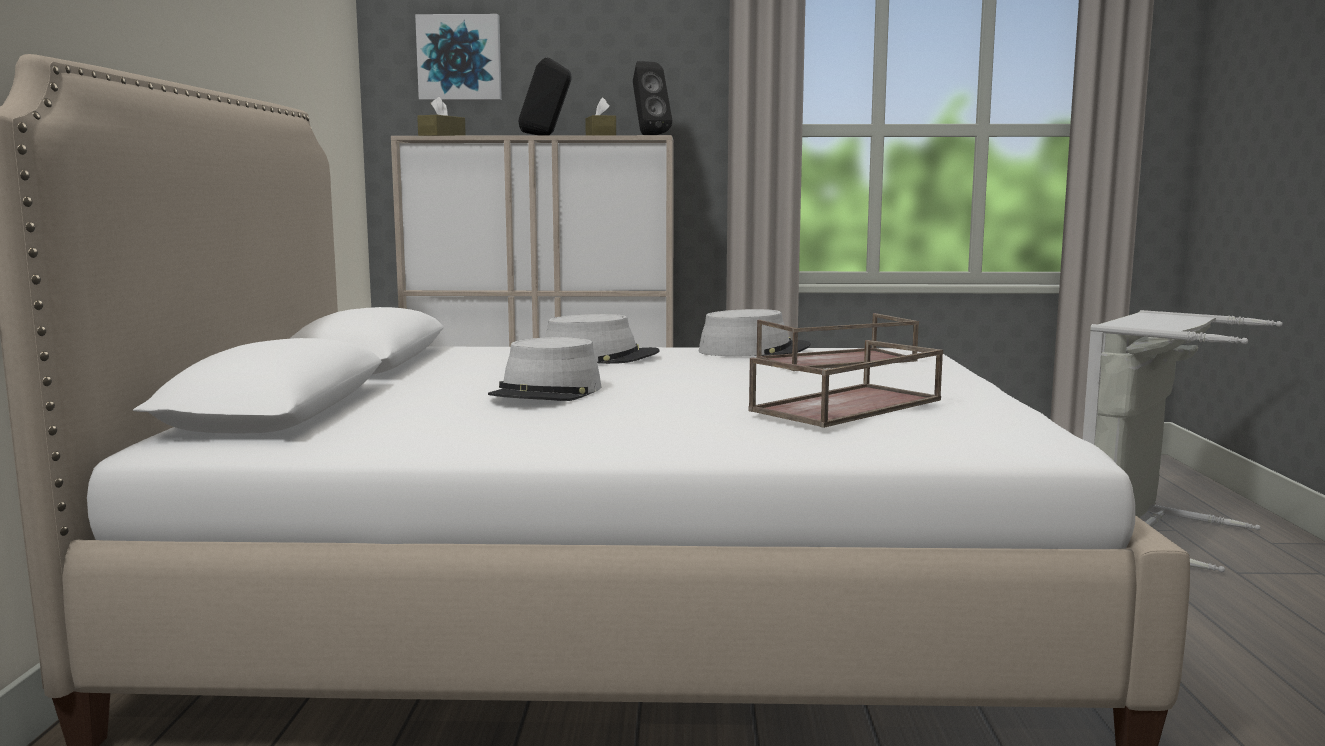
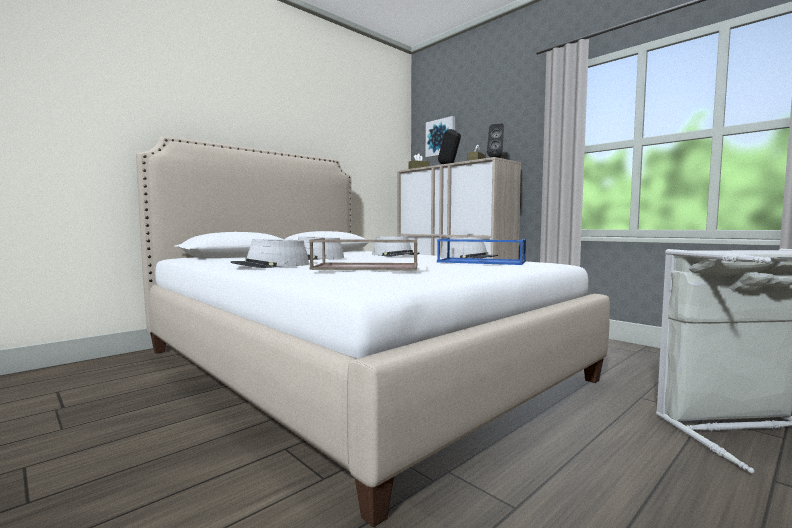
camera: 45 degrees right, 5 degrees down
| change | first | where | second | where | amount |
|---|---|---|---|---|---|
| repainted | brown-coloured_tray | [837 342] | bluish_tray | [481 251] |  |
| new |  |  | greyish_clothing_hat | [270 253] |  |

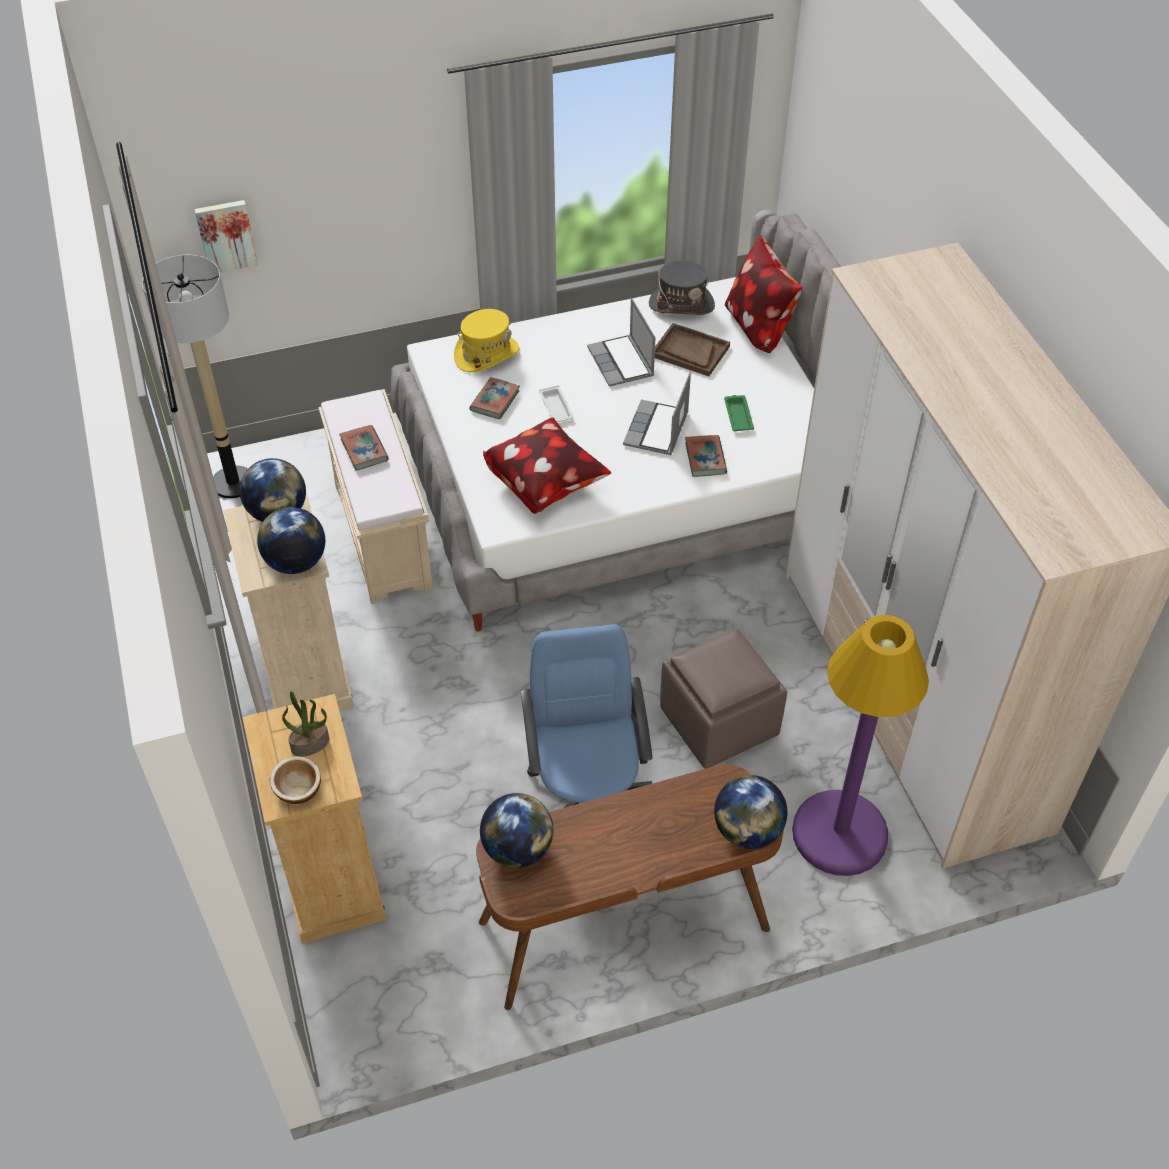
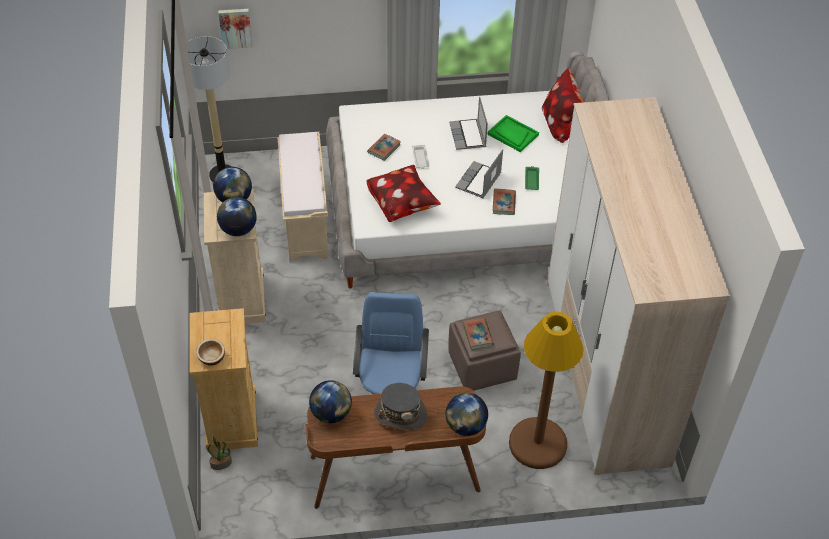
camera: 10 degrees right, 0 degrees up
| change | first | where | second | where | amount |
|---|---|---|---|---|---|
| shifted | plant_in_a_pot | [305 724] |  | [220 453] |  |
| shifted | bound_book | [364 447] |  | [478 334] |  |
| gone | yellowish_clothing_hat | [486 340] |  |  |  |
| shifted | greyish_clothing_hat | [682 288] |  | [400 406] |  |
| repainted | brown-coloured_tray | [692 349] | green-coloured_tray | [513 133] |  |
| repainted | purplish_standard_lamp | [860 745] | brown-coloured_standard_lamp | [546 390] |  |

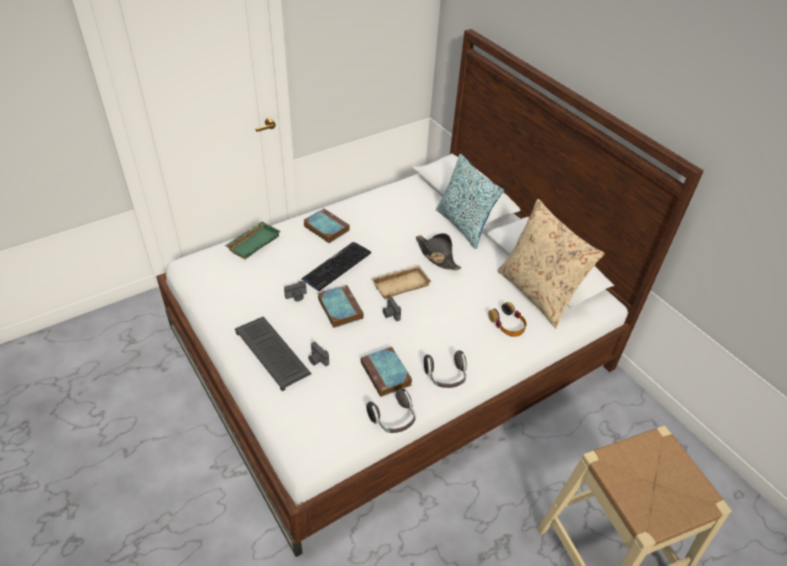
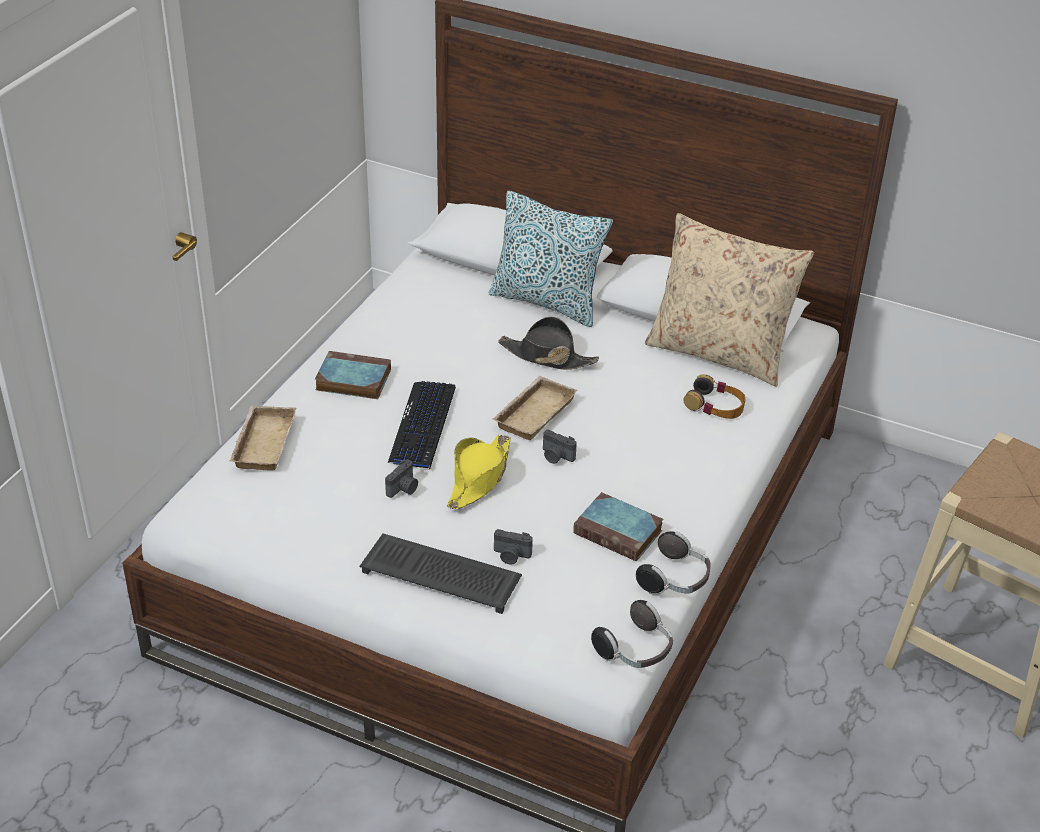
camera: 30 degrees left, 5 degrees down
| change | first | where | second | where | amount |
|---|---|---|---|---|---|
| repainted | green-coloured_tray | [253 240] | beige-coloured_tray | [262 438] |  |
| swapped | bound_book | [341 306] | yellowish_clothing_hat | [479 472] |  |
| shifted | headset | [445 369] |  | [632 634] |  |

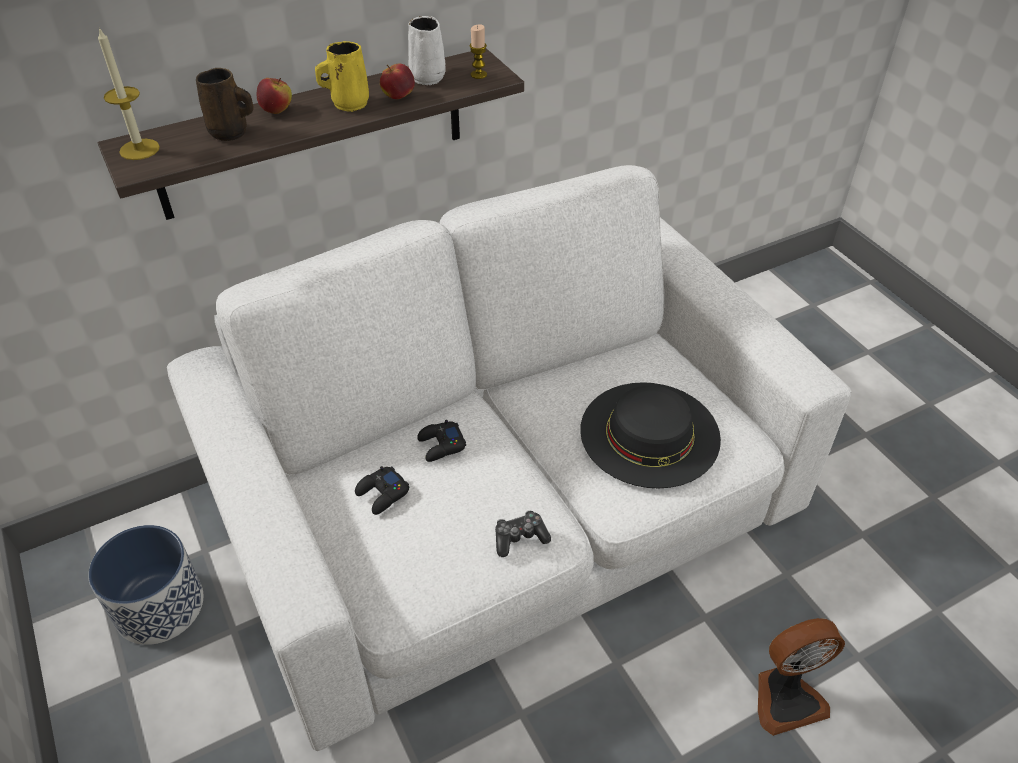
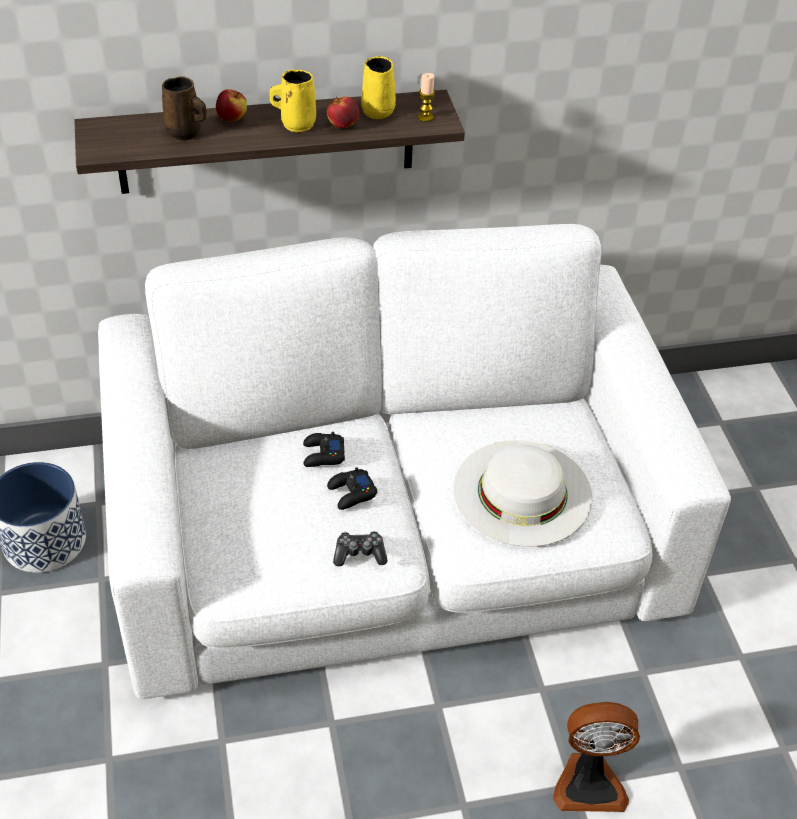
camera: 15 degrees right, 0 degrees up
| change | first | where | second | where | amount |
|---|---|---|---|---|---|
| gone | wax_candle | [129 94] |  |  |  |
| shifted | black_joypad | [382 490] |  | [352 488] |  |
| repainted | white-coloured_tea_mug | [427 50] | yellowish_tea_mug | [378 87] |  |
| repainted | black_clothing_hat | [650 435] | white-coloured_clothing_hat | [522 493] |  |

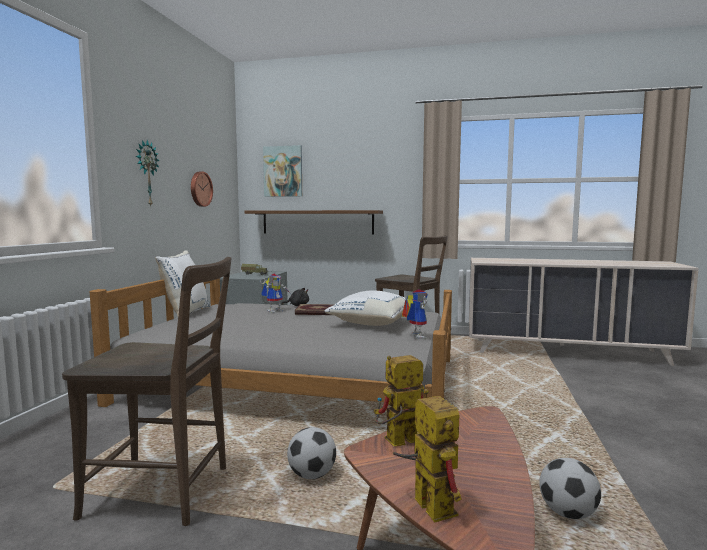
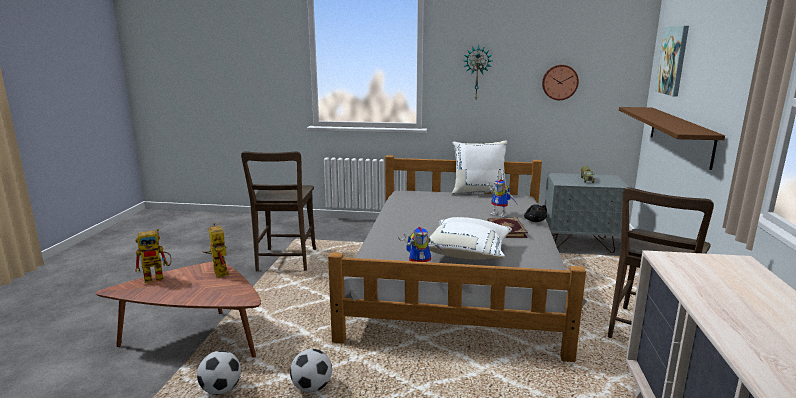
camera: 85 degrees right, 10 degrees up
| change | first | where | second | where | amount |
|---|---|---|---|---|---|
| shifted | football | [311 453] |  | [311 371] |  |

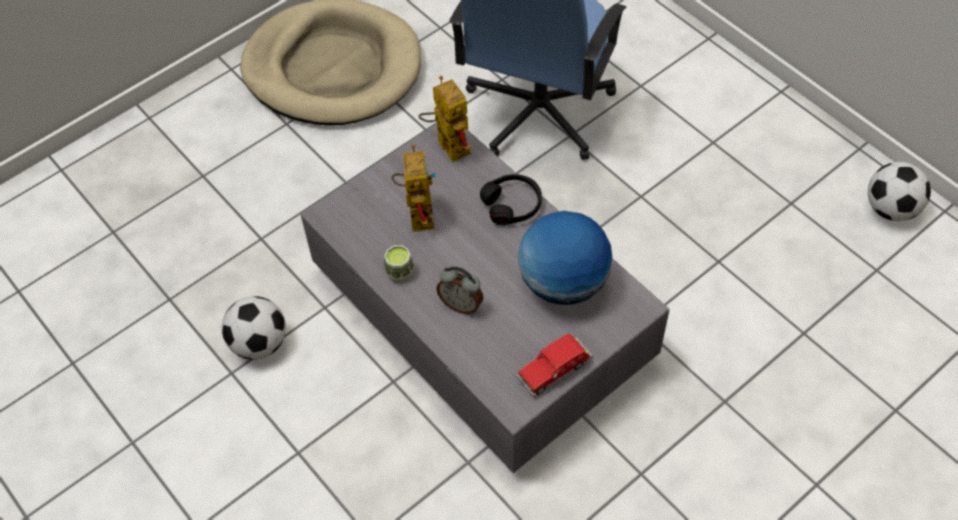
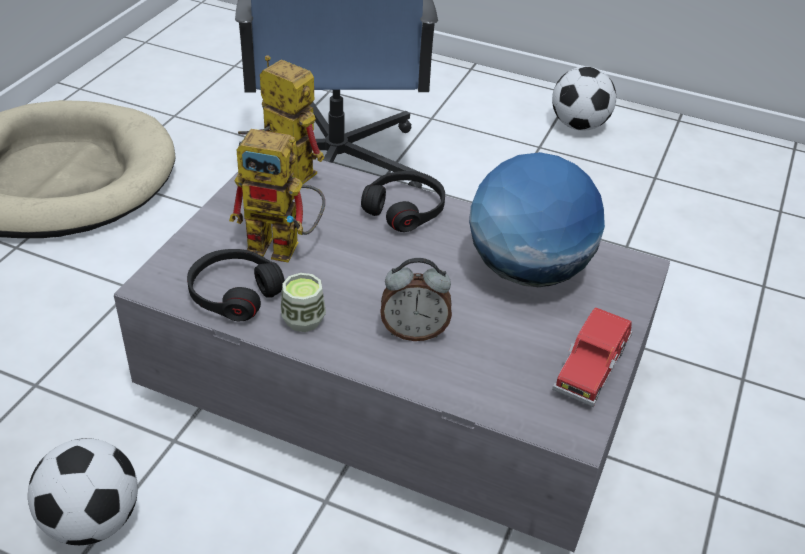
camera: 30 degrees left, 15 degrees down
| change | first | where | second | where | amount |
|---|---|---|---|---|---|
| rotated | toy_robot | [414 188] |  | [277 196] | 135 degrees clockwise |
| shifted | football | [899 191] |  | [584 98] |  |
| new |  |  | black_headset | [236 285] |  |

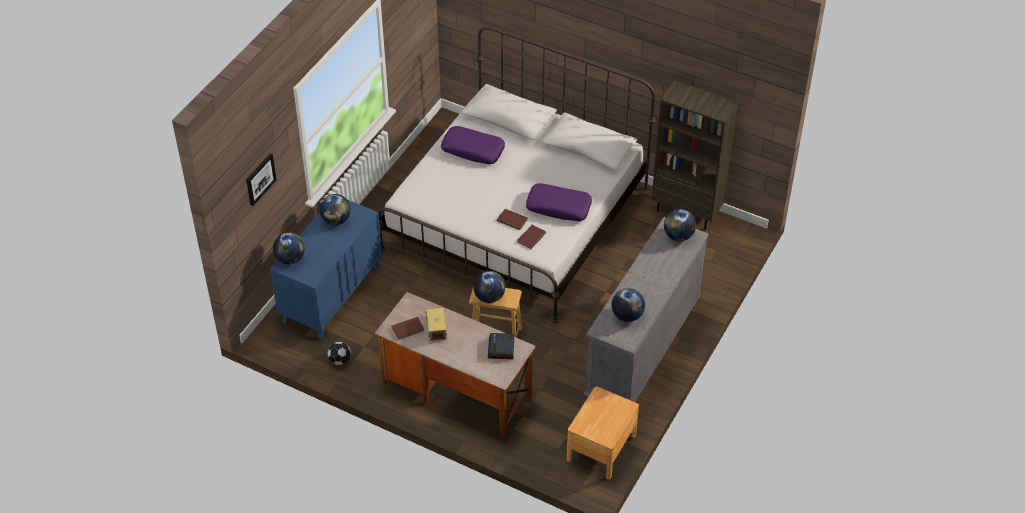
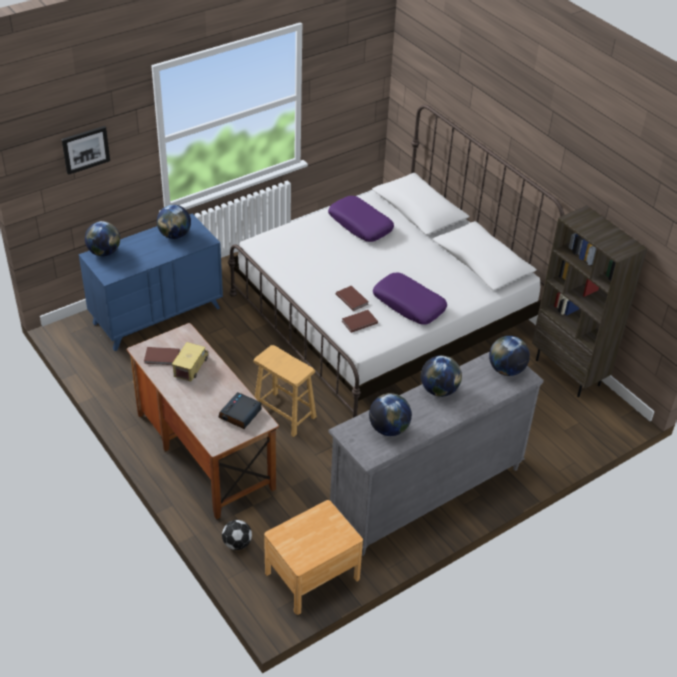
camera: 25 degrees right, 5 degrees down
| change | first | where | second | where | amount |
|---|---|---|---|---|---|
| shifted | football | [339 353] |  | [237 535] |  |
| shifted | globe | [489 287] |  | [441 376] |  |

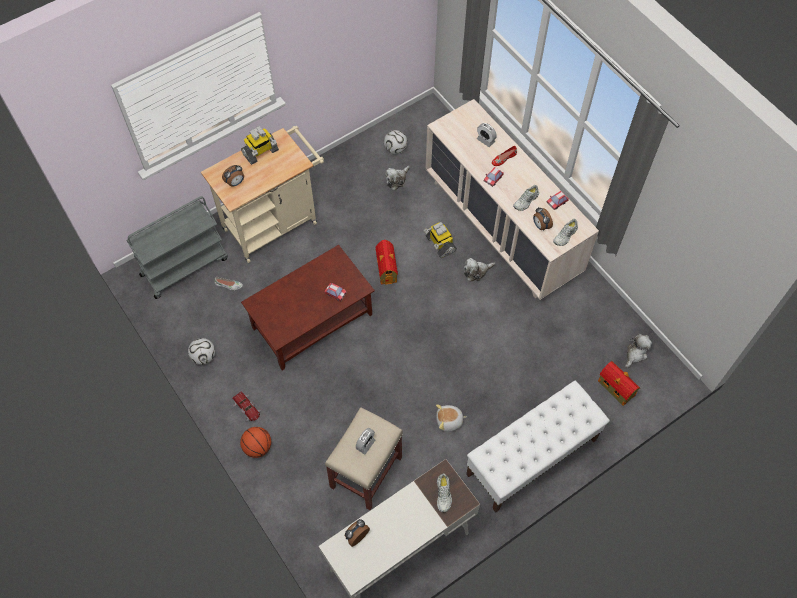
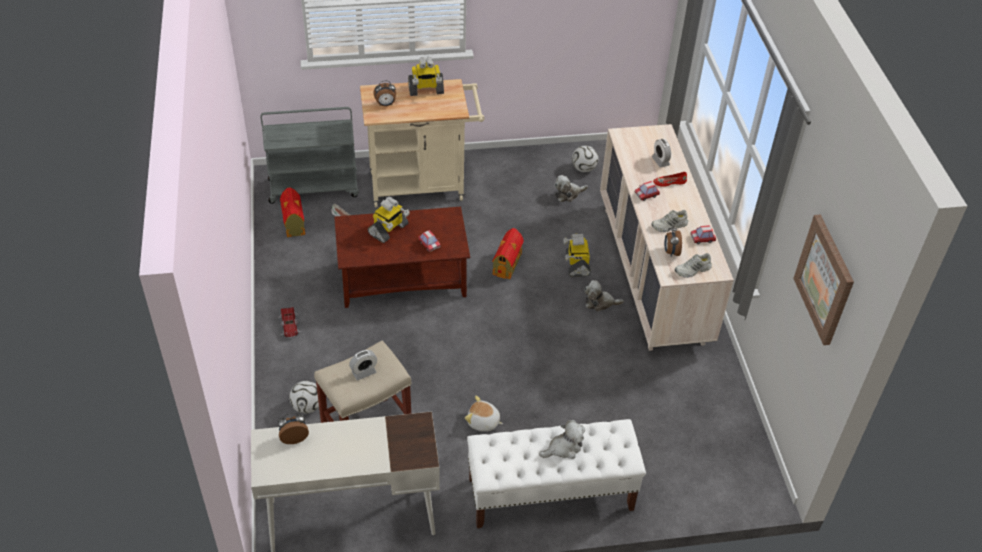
camera: 25 degrees right, 15 degrees down
| change | first | where | second | where | amount |
|---|---|---|---|---|---|
| shifted | football | [201 351] |  | [304 397] |  |
| gone | basketball_ball | [255 442] |  |  |  |
| gone | white-coloured_shoe | [444 493] |  |  |  |
| shifted | toy_house | [619 383] |  | [292 212] |  |
| shifted | cuddly_toy | [638 351] |  | [562 439] |  |
| new |  |  | toy_robot | [389 219] |  |
| new |  |  | picture | [823 280] |  |

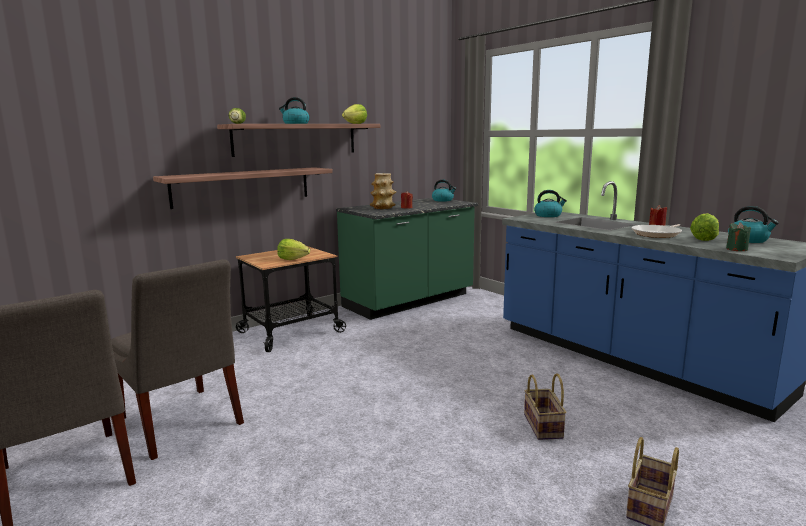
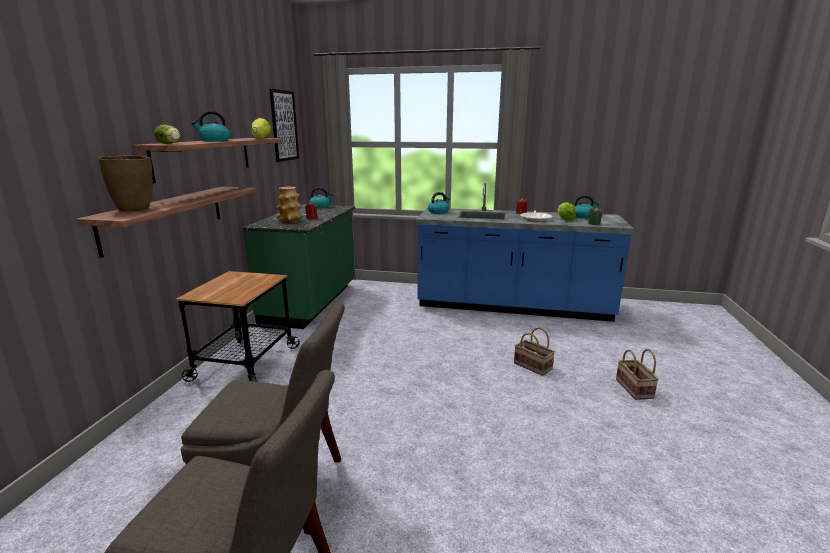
camera: 40 degrees left, 5 degrees up
| change | first | where | second | where | amount |
|---|---|---|---|---|---|
| gone | lettuce | [293 249] |  |  |  |
| new |  |  | brown-coloured_flower_vase | [125 183] |  |
| new |  |  | picture | [284 125] |  |

